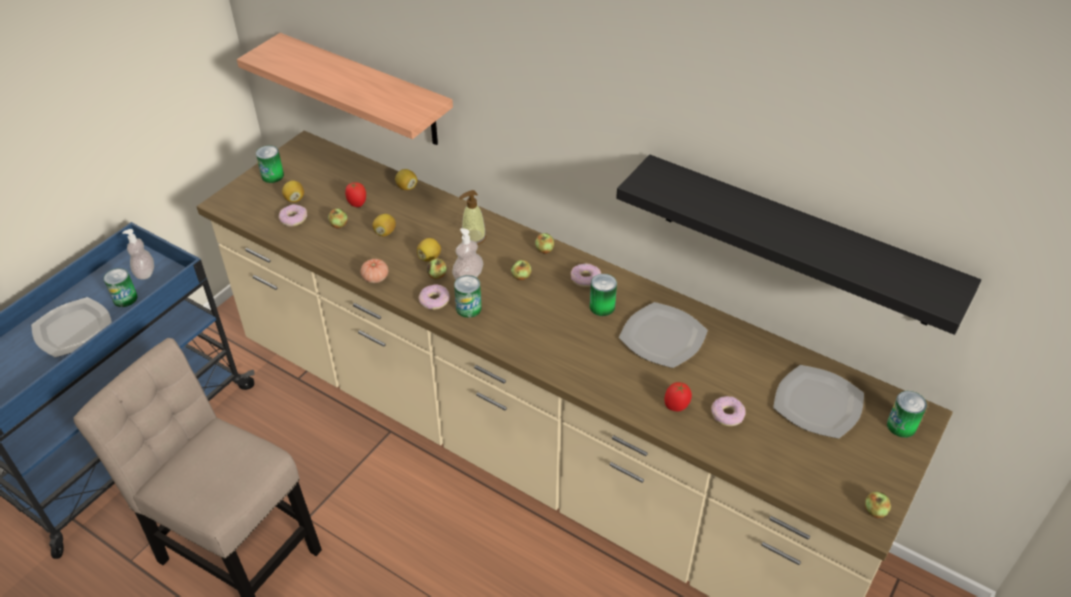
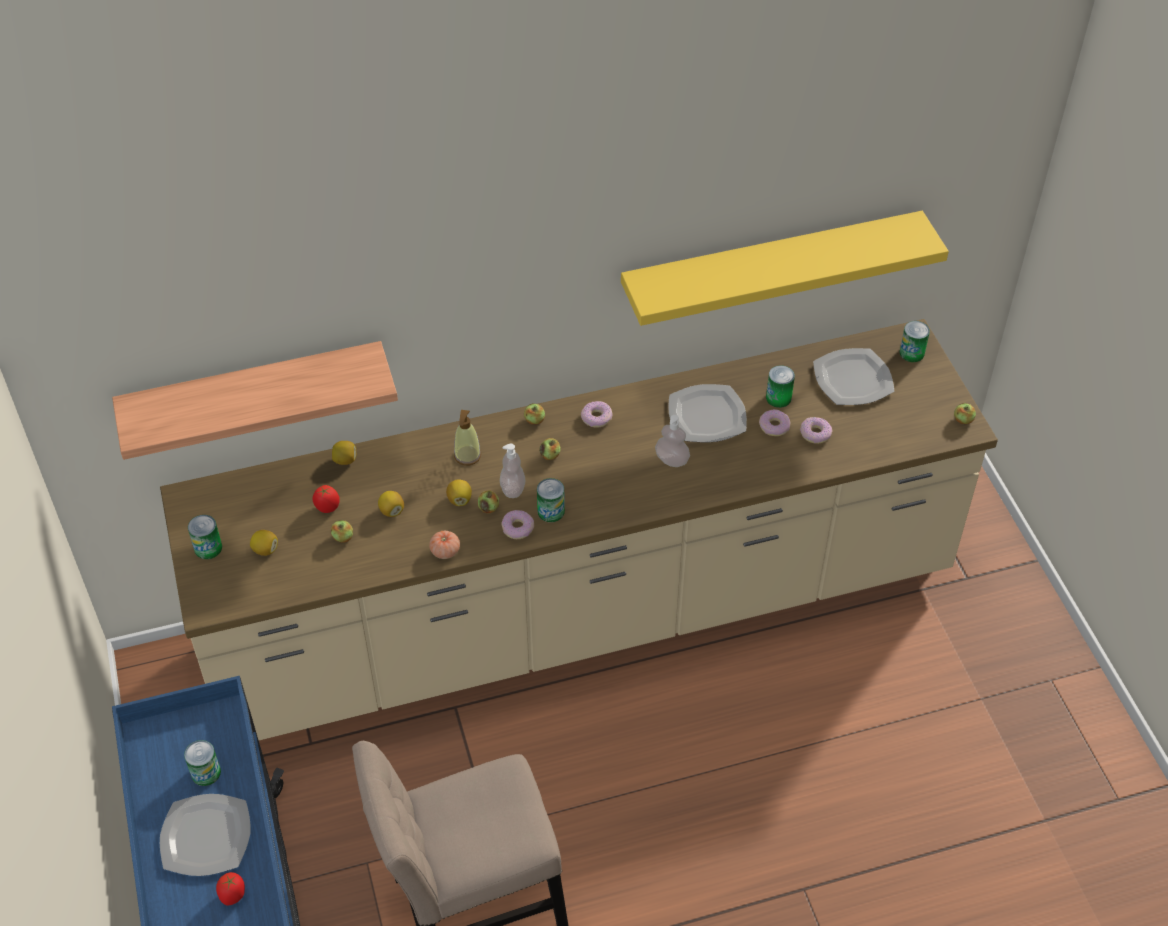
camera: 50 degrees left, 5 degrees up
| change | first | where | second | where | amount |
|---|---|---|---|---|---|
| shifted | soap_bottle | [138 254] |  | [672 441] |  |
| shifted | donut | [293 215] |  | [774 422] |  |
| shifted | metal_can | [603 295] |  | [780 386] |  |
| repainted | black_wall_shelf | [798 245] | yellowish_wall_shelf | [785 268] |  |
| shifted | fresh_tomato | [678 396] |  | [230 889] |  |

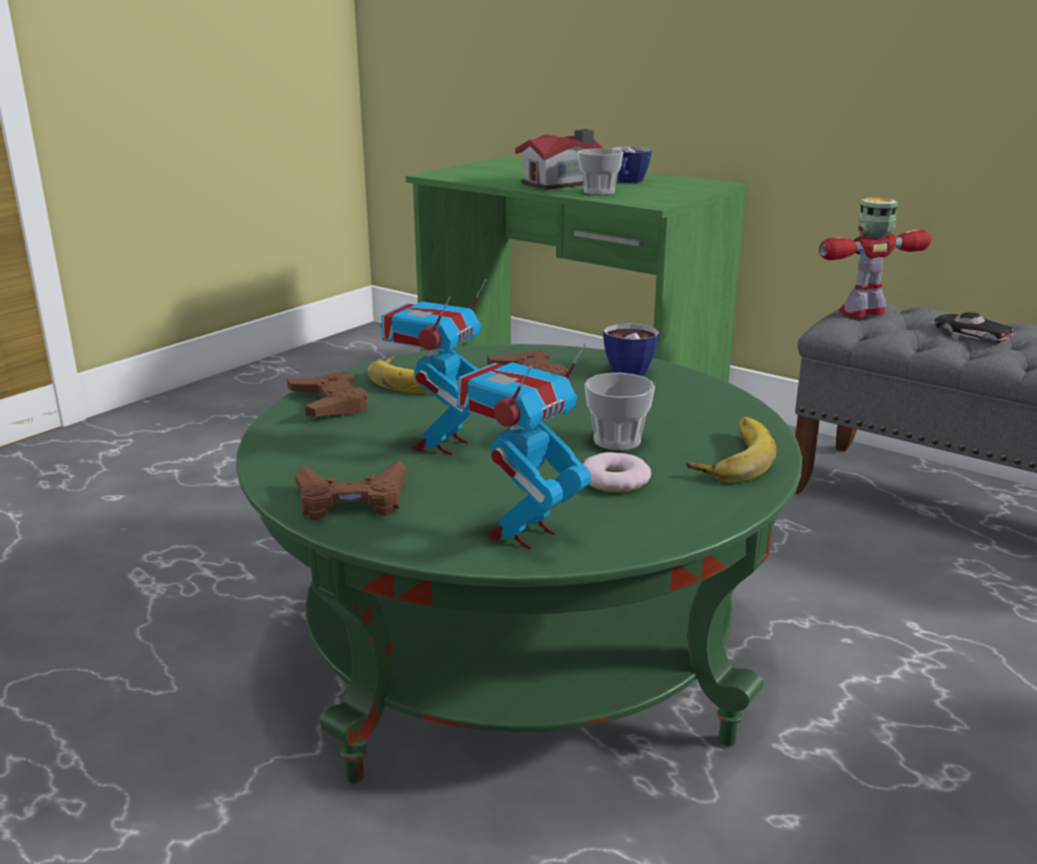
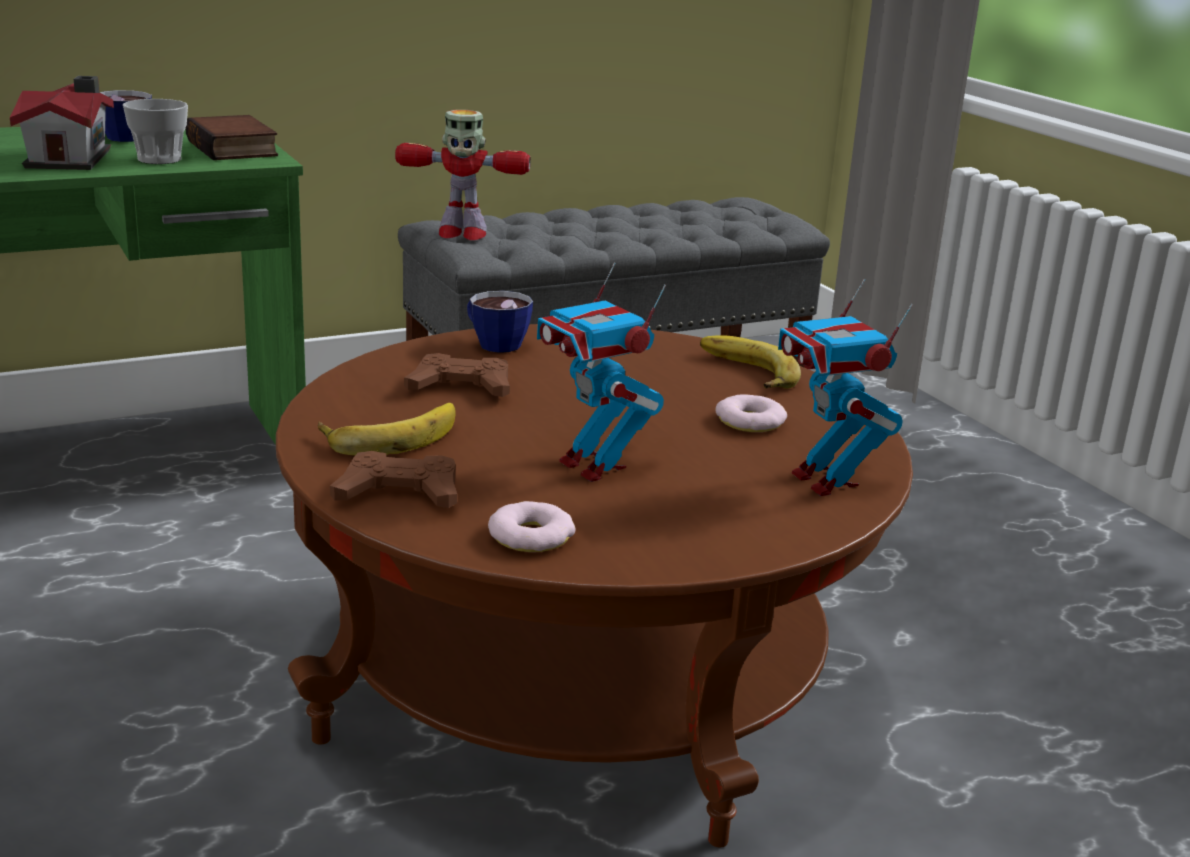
camera: 65 degrees left, 0 degrees up
| change | first | where | second | where | amount |
|---|---|---|---|---|---|
| repainted | green-coloured_coffee_table | [519 563] | brown-coloured_coffee_table | [594 586] |  |
| gone | brown-coloured_joypad | [351 490] |  |  |  |
| gone | cup | [620 412] |  |  |  |
| rotated | toy_robot | [875 257] |  | [463 175] | 90 degrees counterclockwise |
| gone | black_toy_car | [974 327] |  |  |  |
| new |  |  | bound_book | [231 137] |  |
| new |  |  | donut | [532 526] |  |

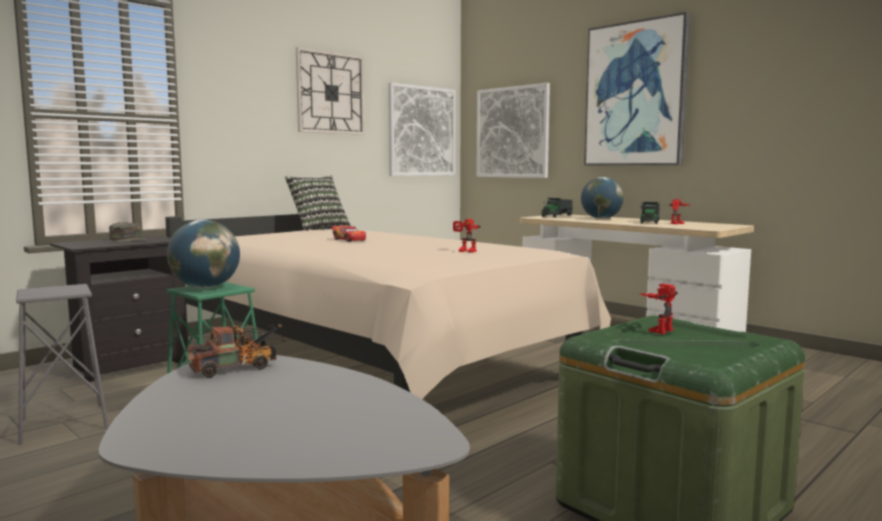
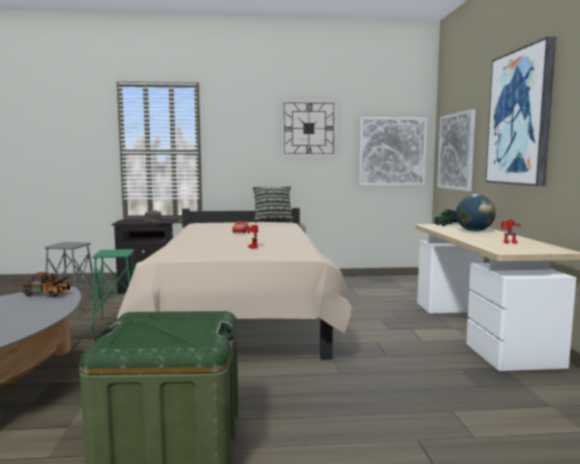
camera: 40 degrees right, 0 degrees up
| change | first | where | second | where | amount |
|---|---|---|---|---|---|
| gone | globe | [203 254] |  |  |  |
| gone | toy_truck | [650 213] |  |  |  |
| gone | toy_robot | [659 309] |  |  |  |

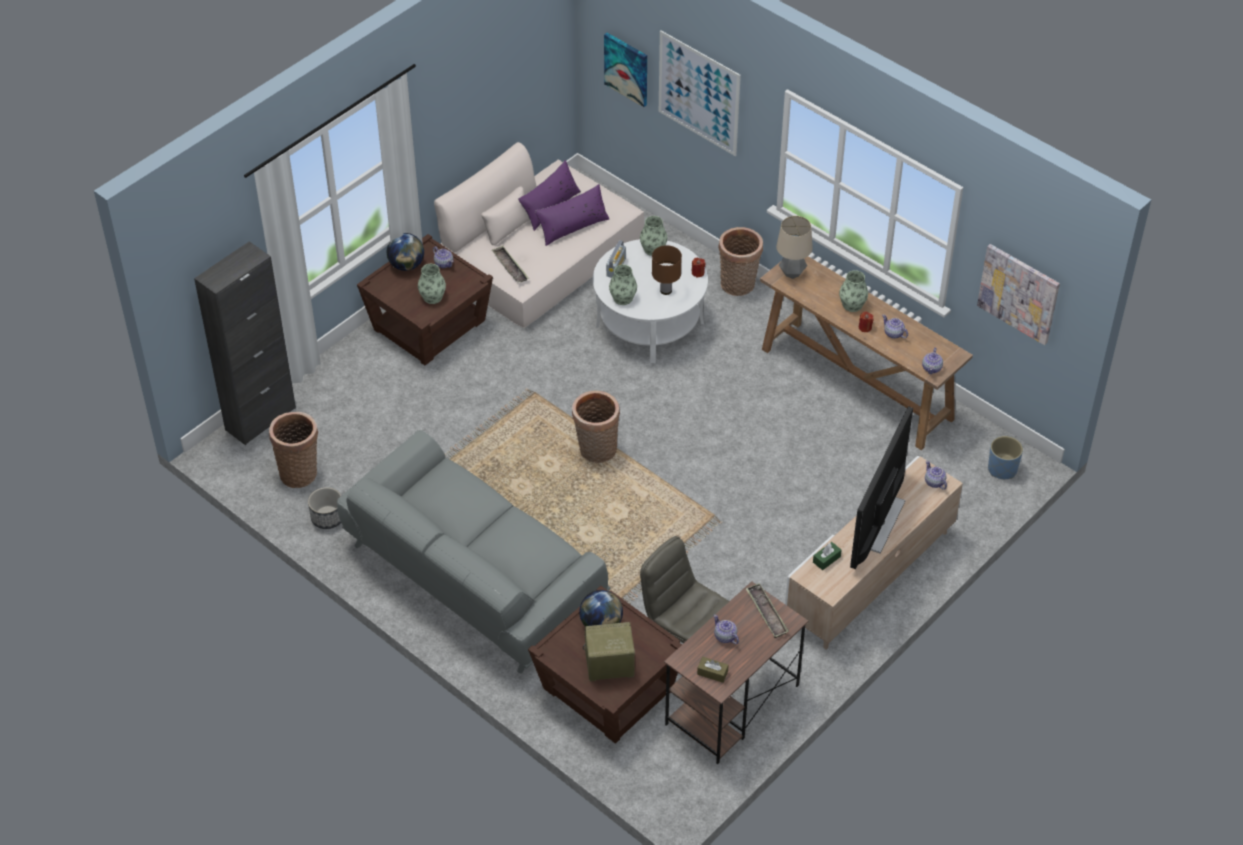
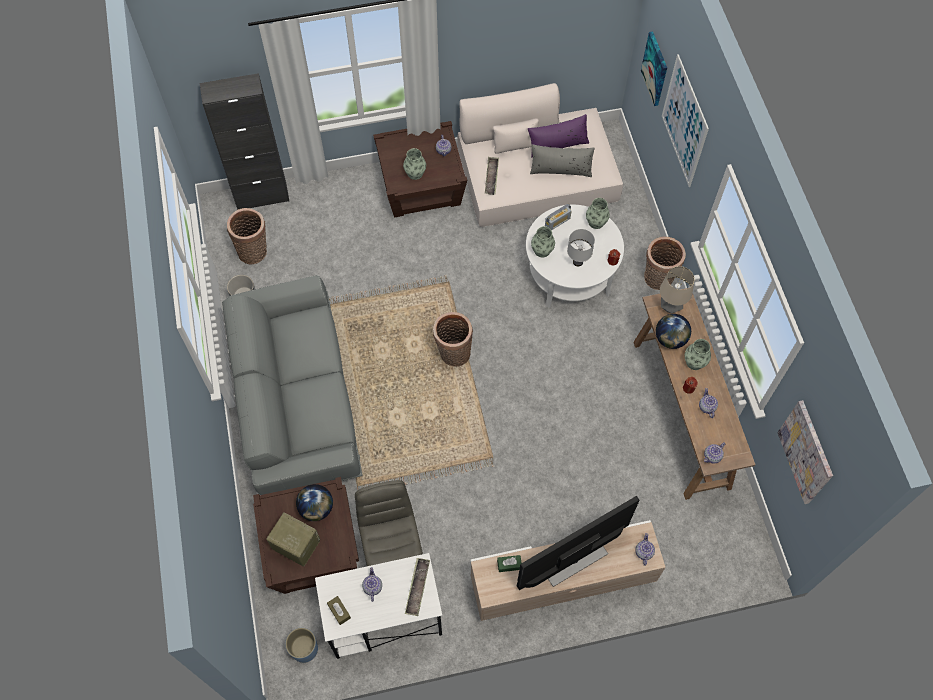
camera: 35 degrees right, 15 degrees up
| change | first | where | second | where | amount |
|---|---|---|---|---|---|
| shifted | globe | [405 252] |  | [673 331] |  |
| repainted | purplish_throw_pillow | [572 215] | greyish_throw_pillow | [562 160] |  |
| repainted | brown-coloured_table_lamp | [667 270] | white-coloured_table_lamp | [581 248] |  |
| repainted | brown-coloured_desk_table | [736 672] | white-coloured_desk_table | [378 606] |  |
| shifted | bluish_plant_pot | [1005 457] |  | [301 645] |  |

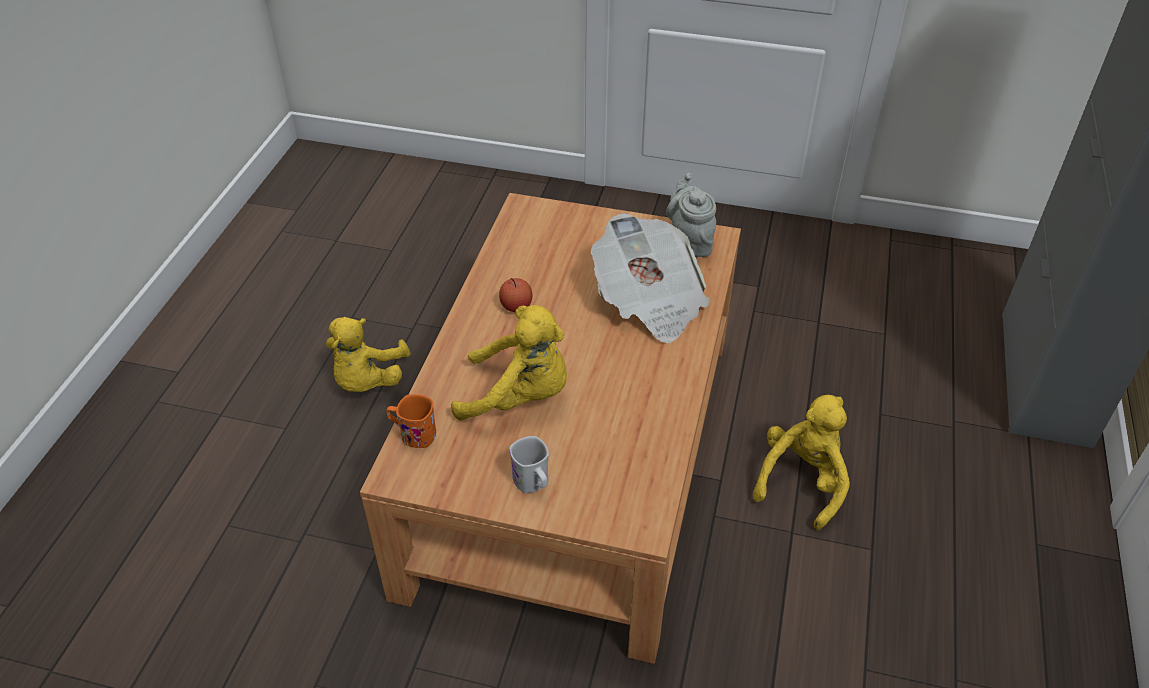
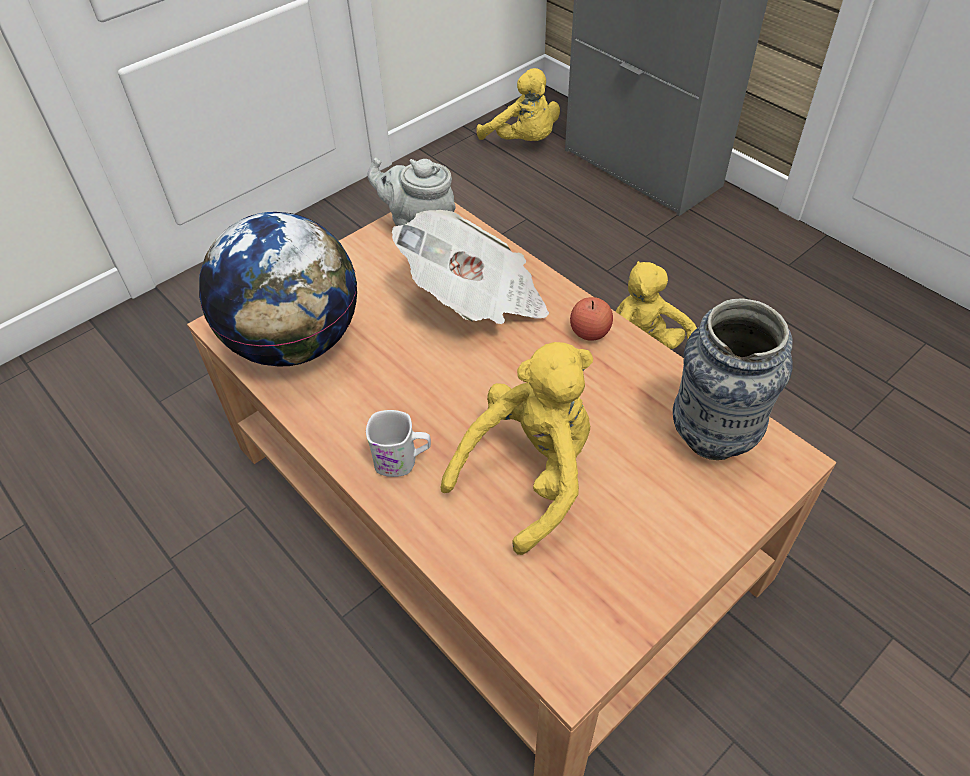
camera: 55 degrees left, 5 degrees up
| change | first | where | second | where | amount |
|---|---|---|---|---|---|
| shifted | yellowish_cuddly_toy | [368 354] |  | [518 104] |  |
| gone | orange-coloured_tea_mug | [411 421] |  |  |  |
| shifted | whole_apple | [515 295] |  | [591 319] |  |
| shifted | white-coloured_tea_mug | [529 464] |  | [398 443] |  |
| new |  |  | globe | [278 289] |  |
| new |  |  | flower_vase | [733 379] |  |

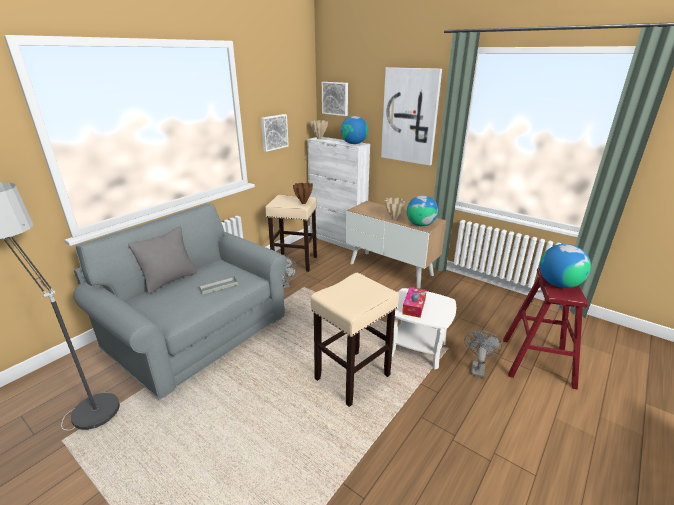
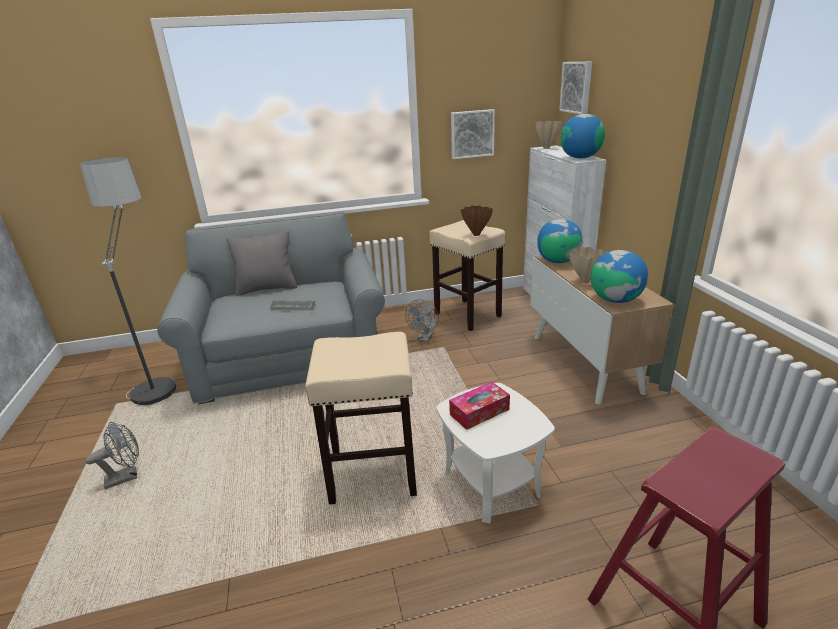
camera: 40 degrees right, 0 degrees up
| change | first | where | second | where | amount |
|---|---|---|---|---|---|
| gone | picture | [411 116] |  |  |  |
| shifted | greyish_cooling_fan | [483 354] |  | [112 455] |  |
| shifted | globe | [565 266] |  | [560 241] |  |

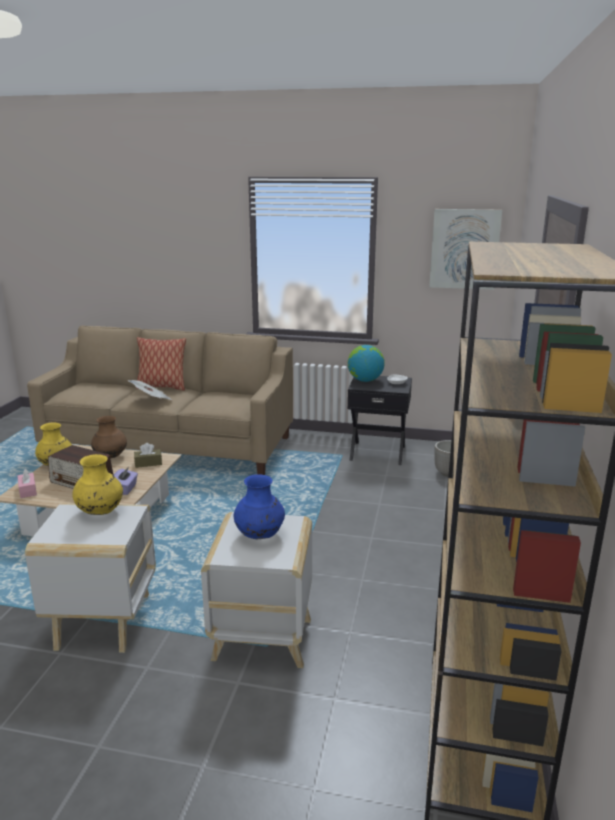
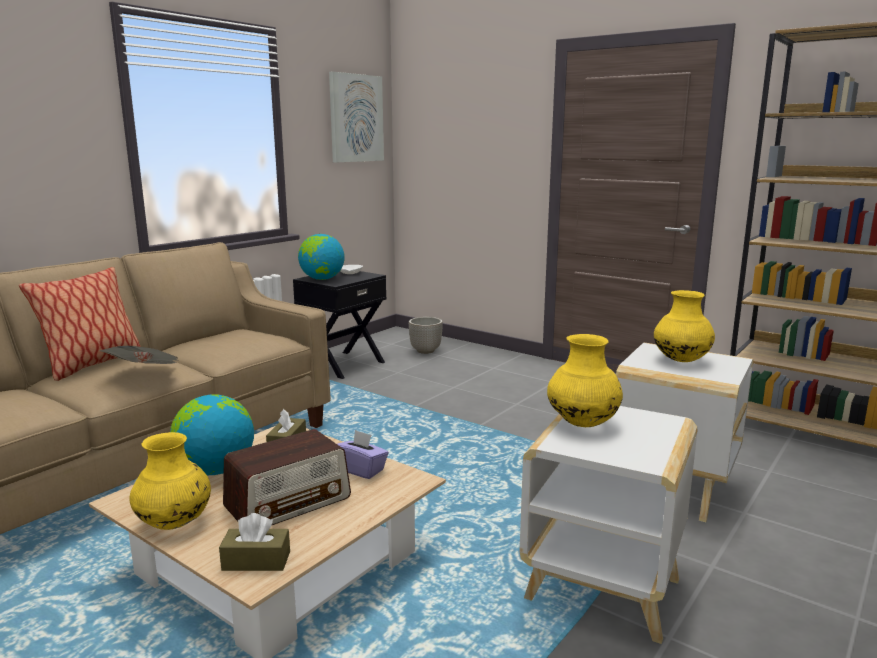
camera: 65 degrees left, 5 degrees down
| change | first | where | second | where | amount |
|---|---|---|---|---|---|
| repainted | pink-coloured_tissue_holder | [27 483] | brown-coloured_tissue_holder | [254 542] |  |
| swapped | brown-coloured_flower_vase | [109 437] | globe | [212 434] |  |
| repainted | bluish_flower_vase | [259 506] | yellowish_flower_vase | [684 326] |  |

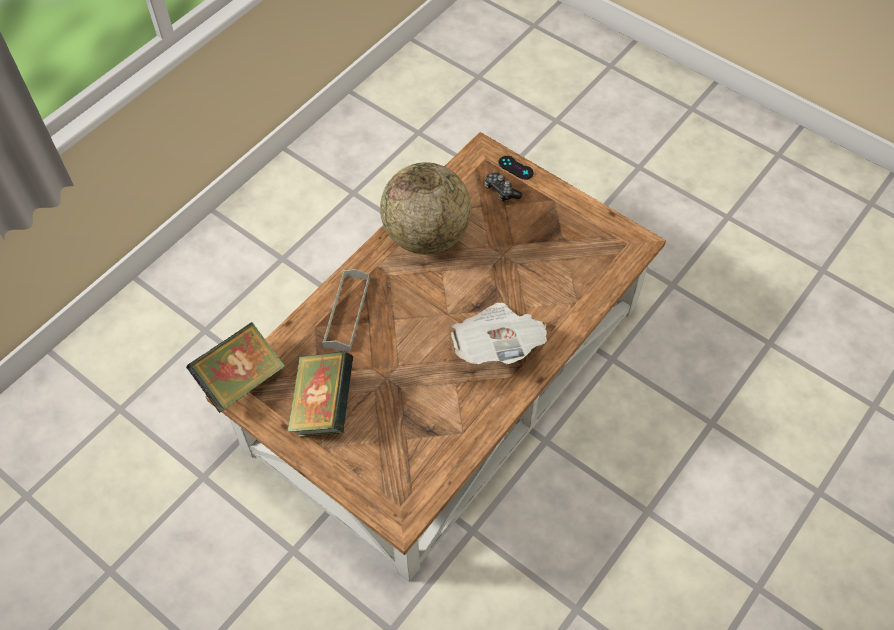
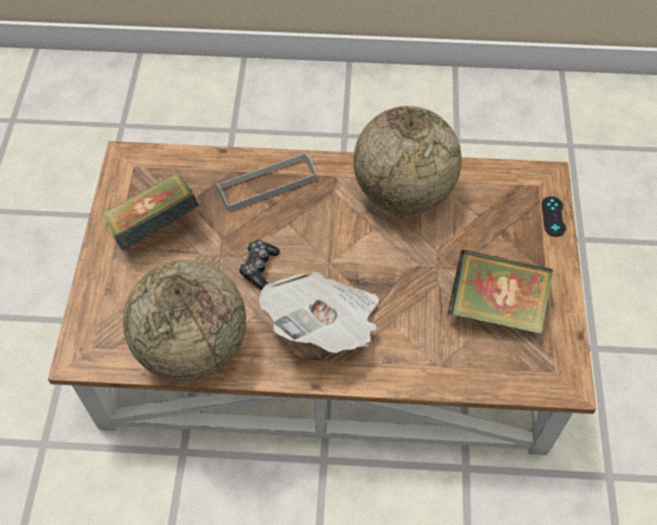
camera: 55 degrees right, 0 degrees up
| change | first | where | second | where | amount |
|---|---|---|---|---|---|
| shifted | bound_book | [235 367] |  | [500 292] |  |
| shifted | joypad | [503 187] |  | [259 264] |  |
| new |  |  | globe | [184 321] |  |

